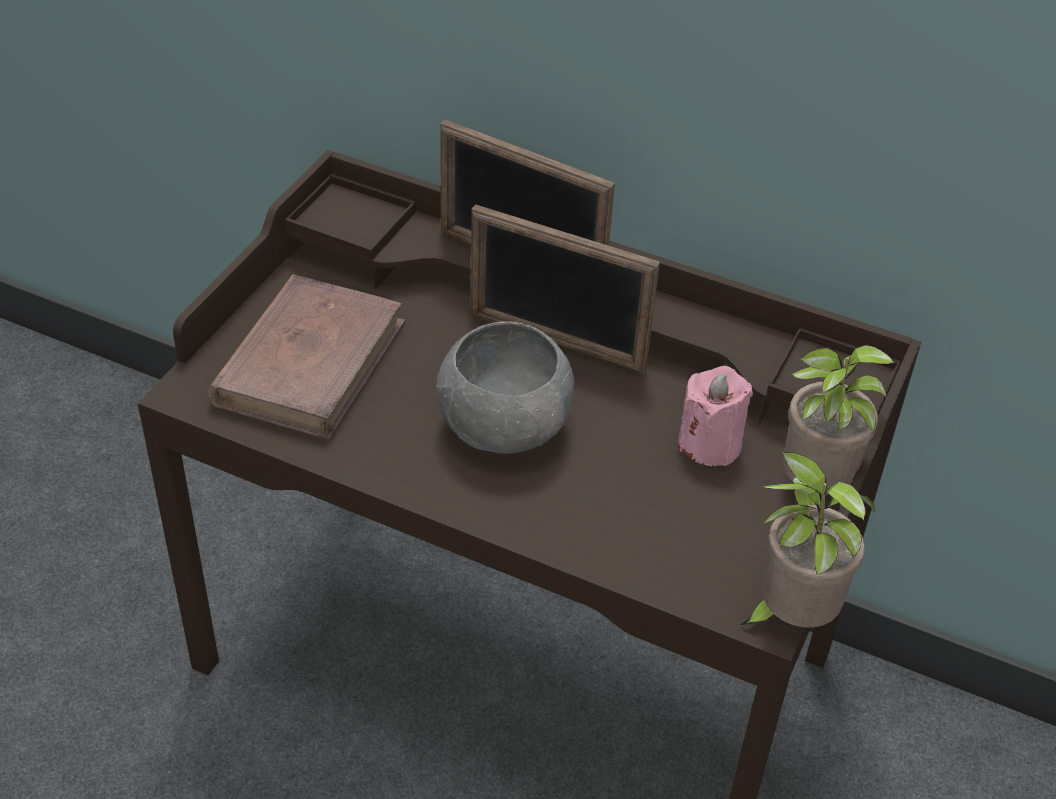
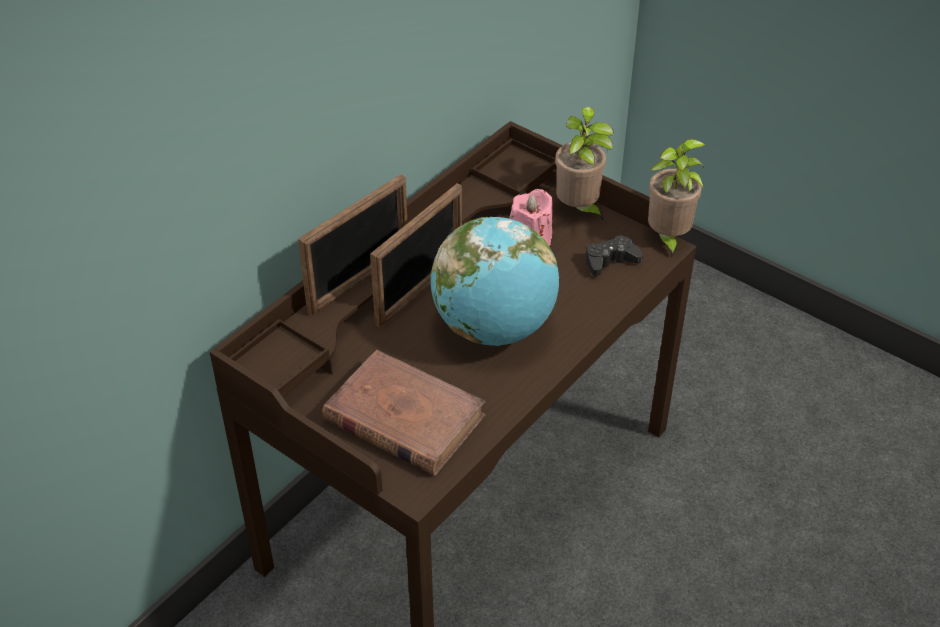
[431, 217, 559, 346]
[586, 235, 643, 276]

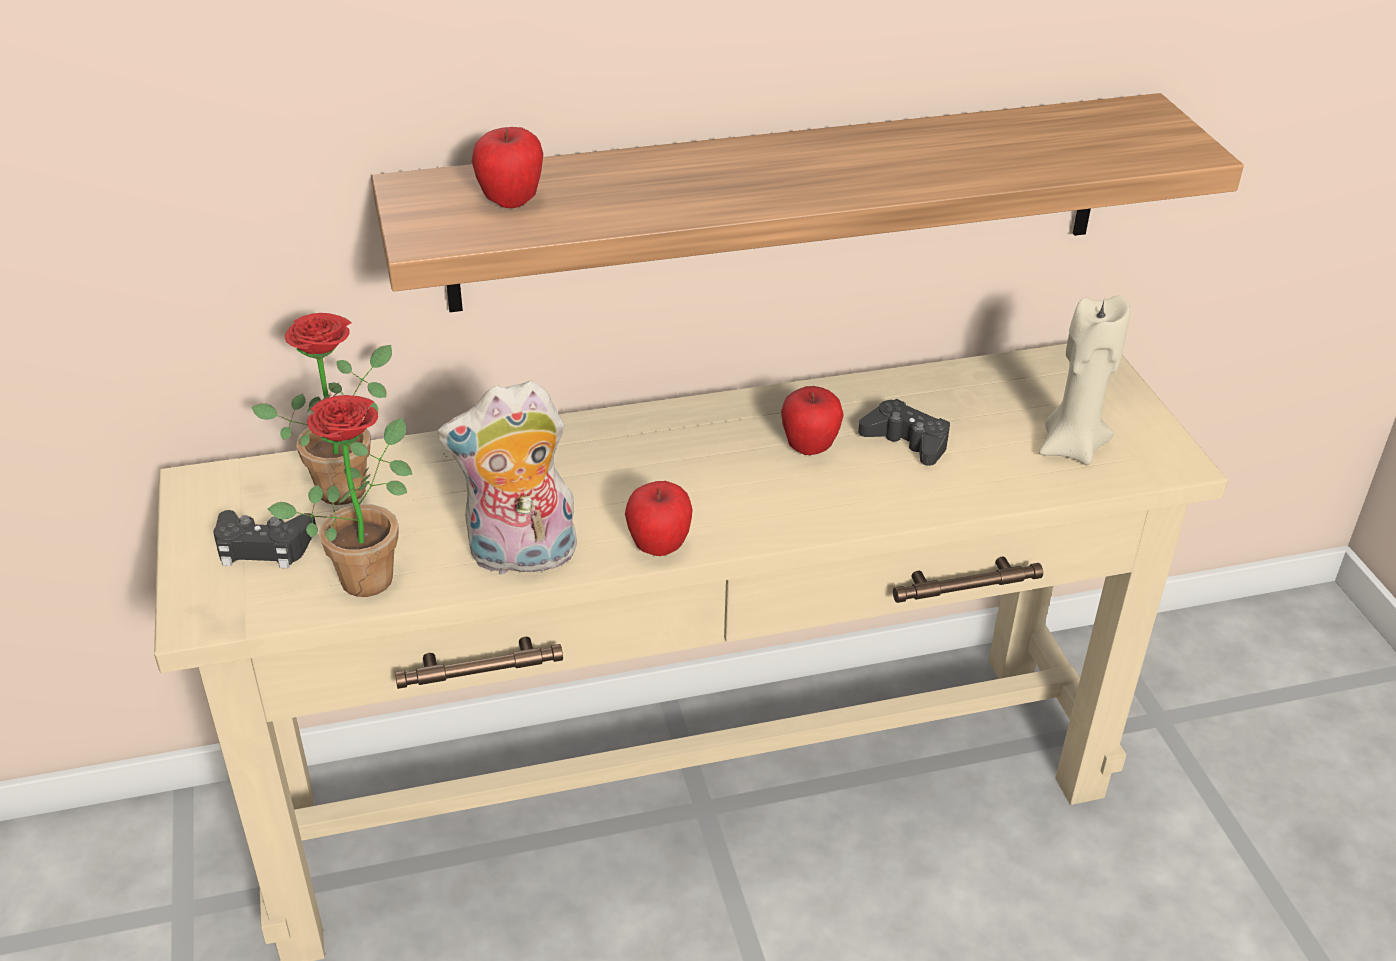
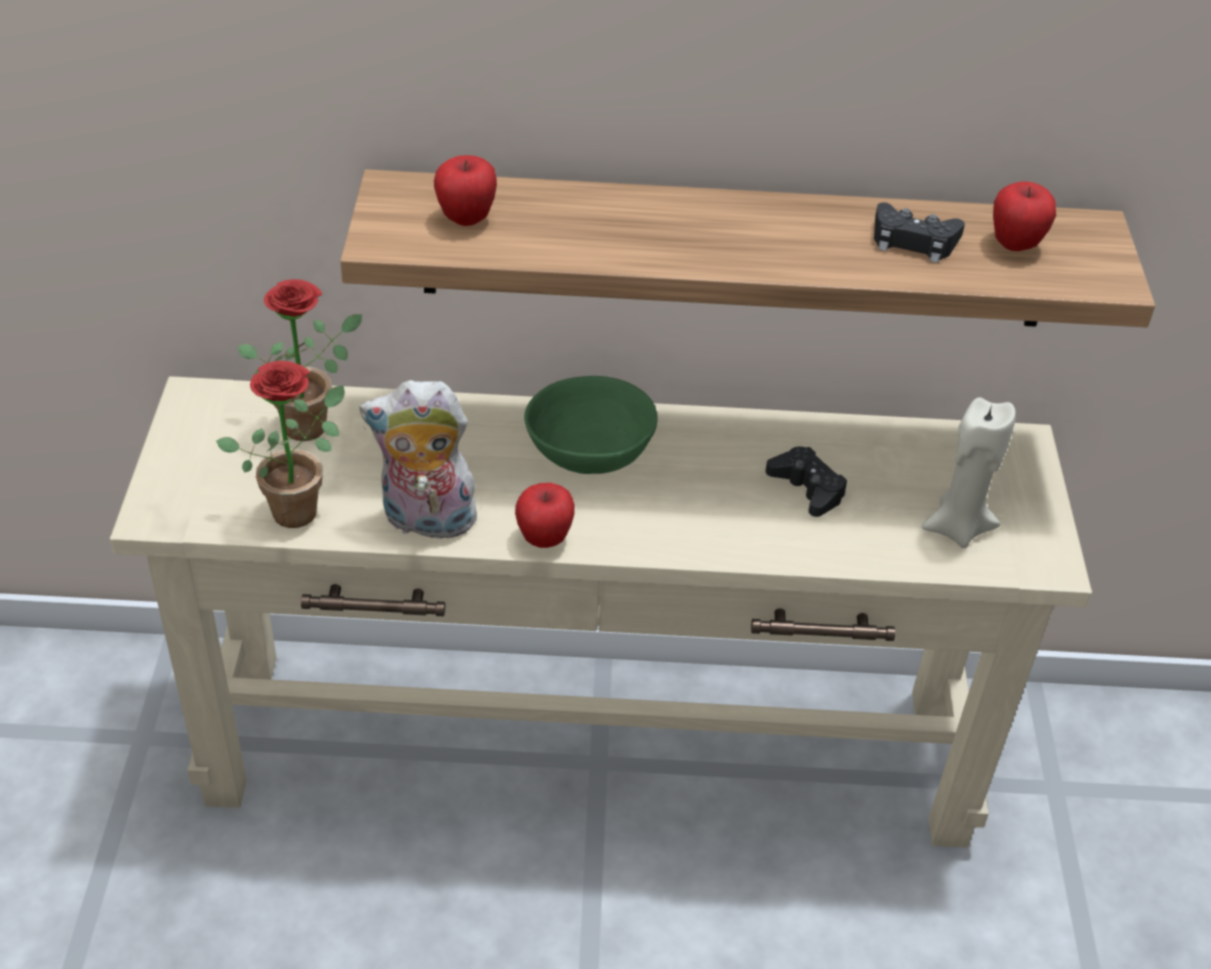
[524, 376, 657, 474]
[874, 203, 965, 263]
[993, 181, 1056, 251]

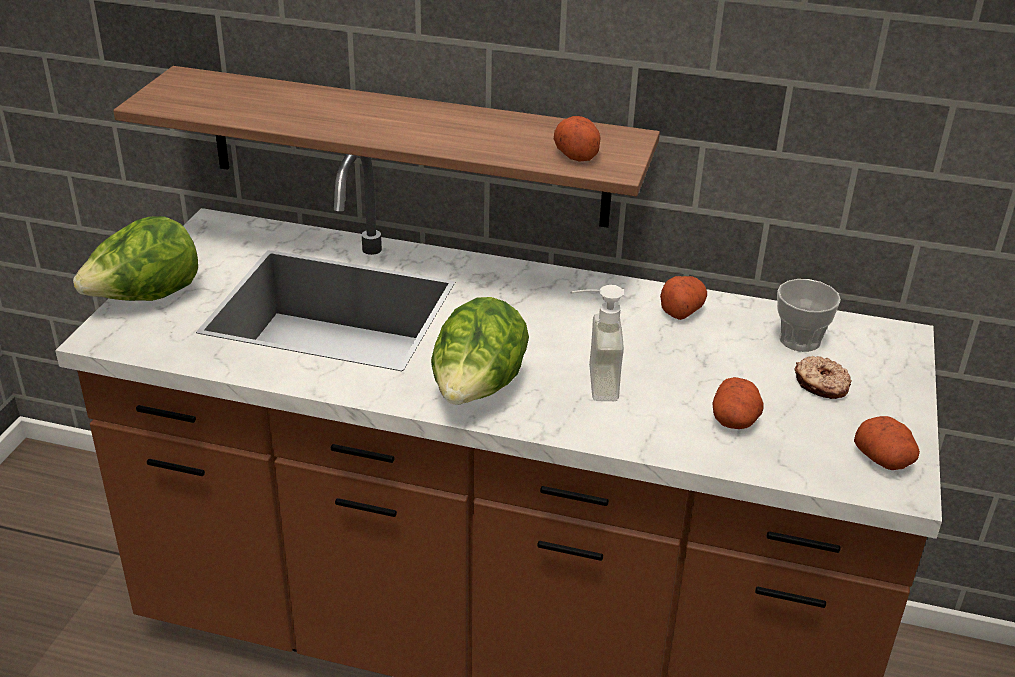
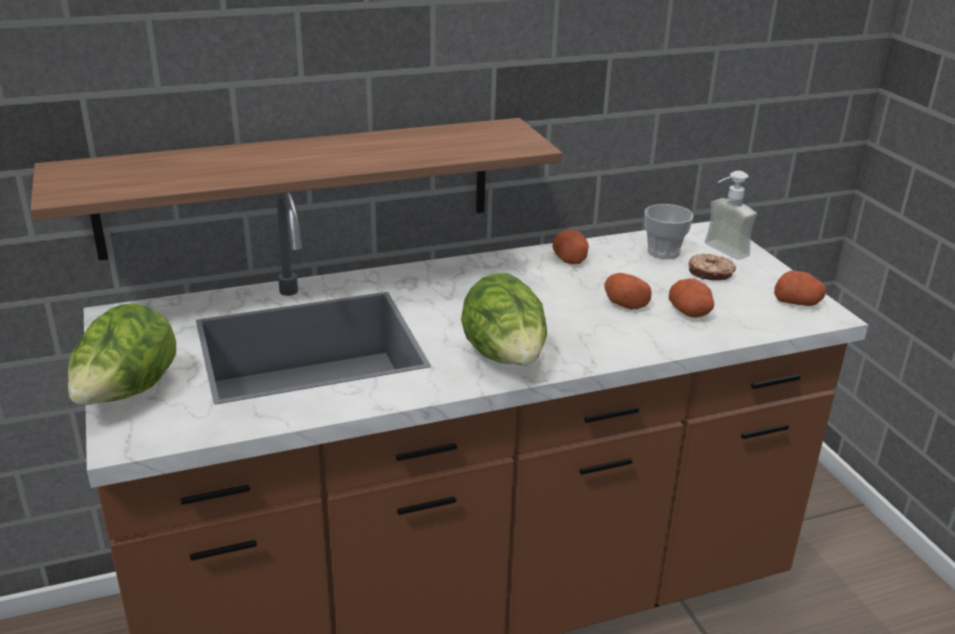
[605, 273, 652, 309]
[705, 171, 757, 260]

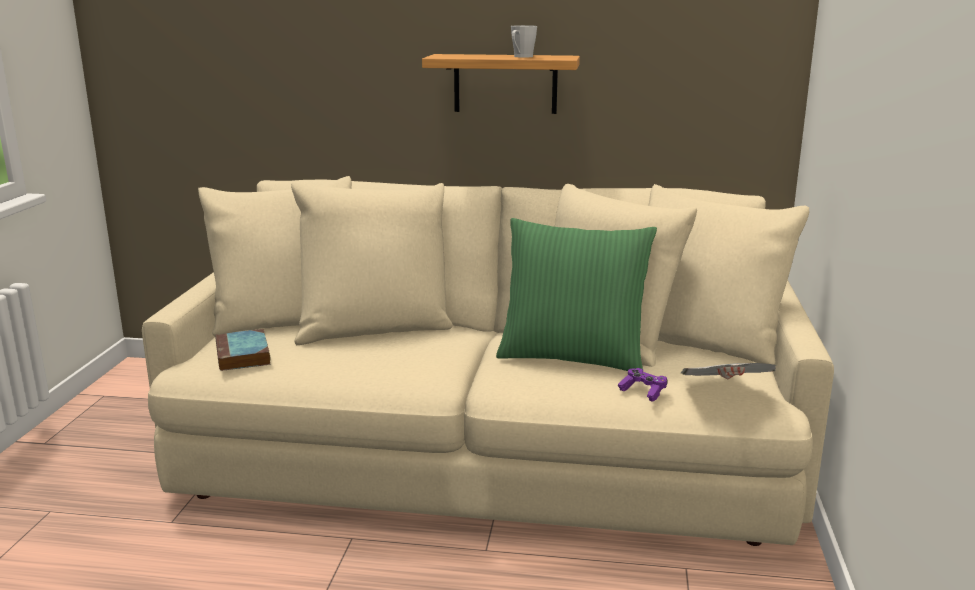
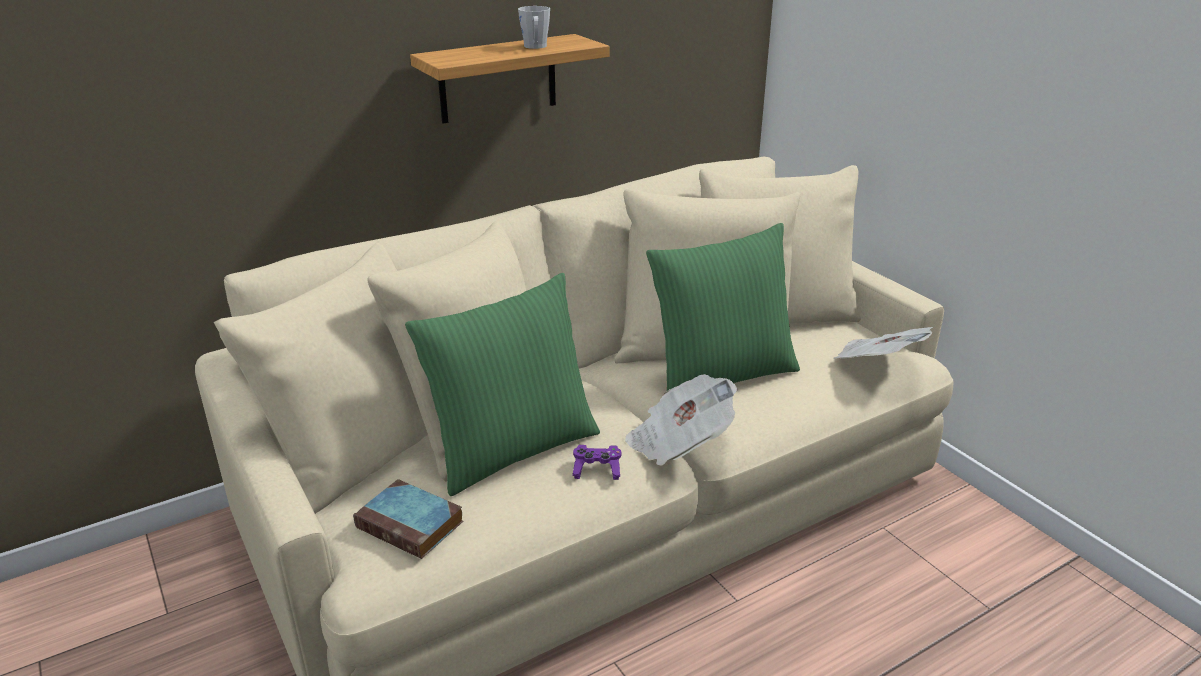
[405, 273, 600, 496]
[572, 445, 622, 480]
[625, 374, 738, 466]

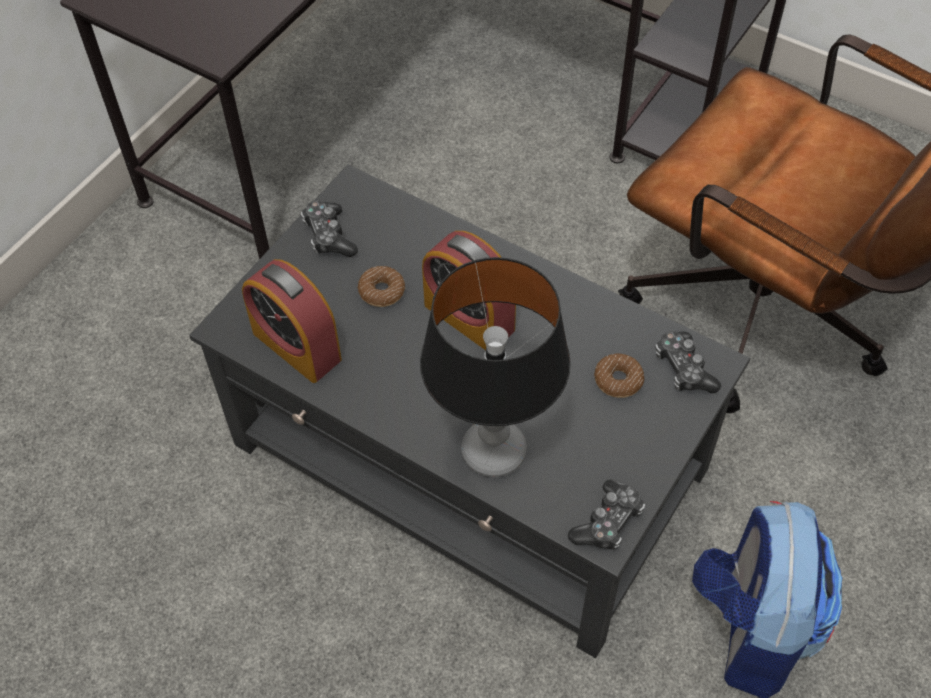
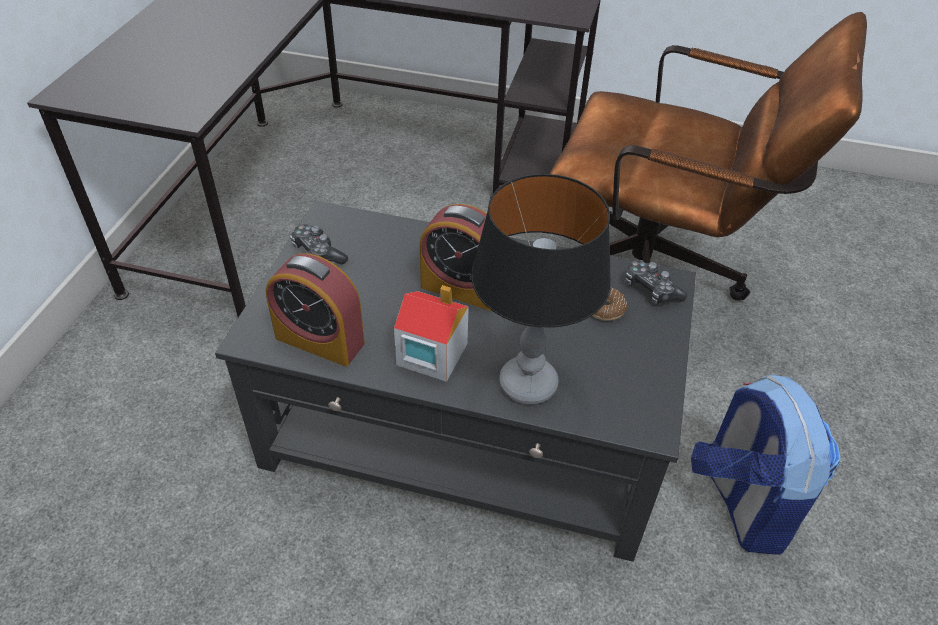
[394, 285, 469, 382]
[358, 266, 405, 307] (first image)
[568, 480, 645, 550] (first image)

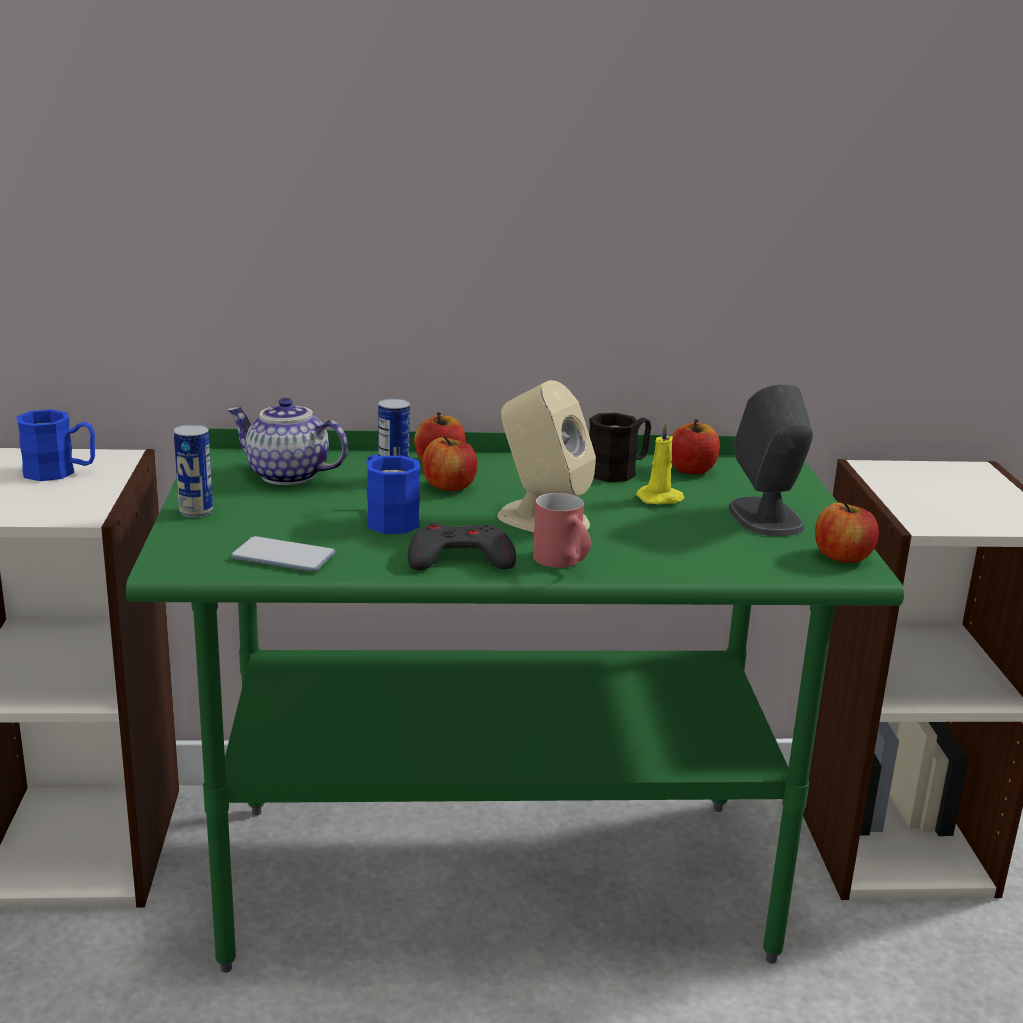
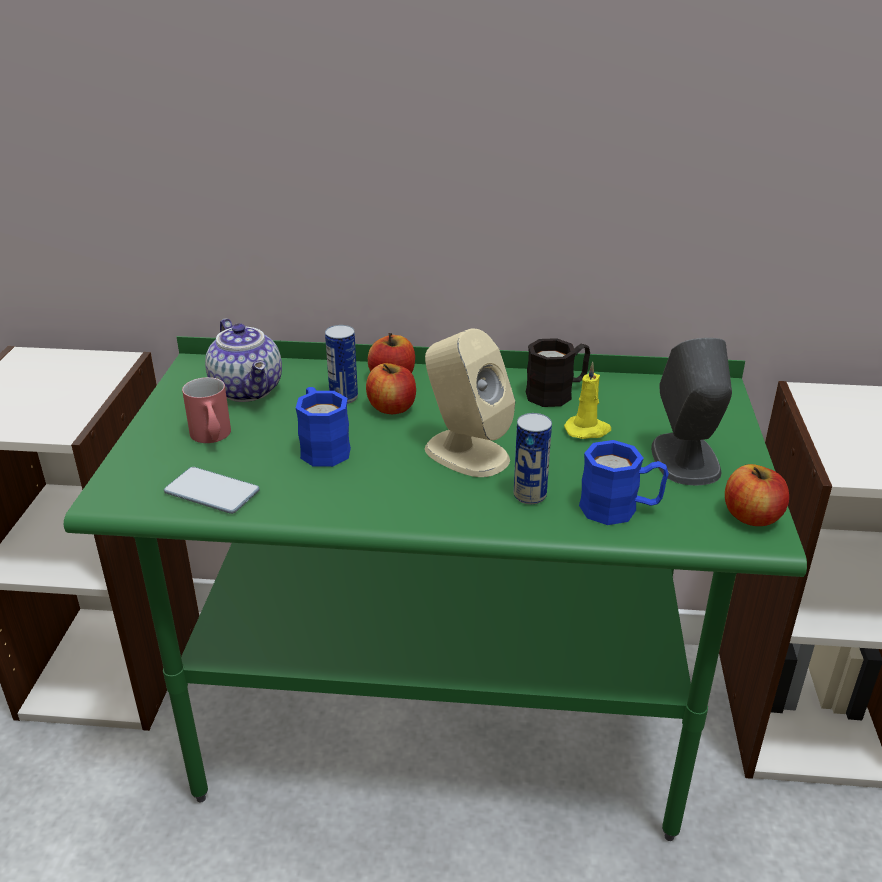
[182, 377, 231, 443]
[205, 318, 282, 402]
[514, 413, 552, 504]
[579, 440, 669, 525]
[408, 522, 516, 570] (first image)
[671, 419, 720, 474] (first image)

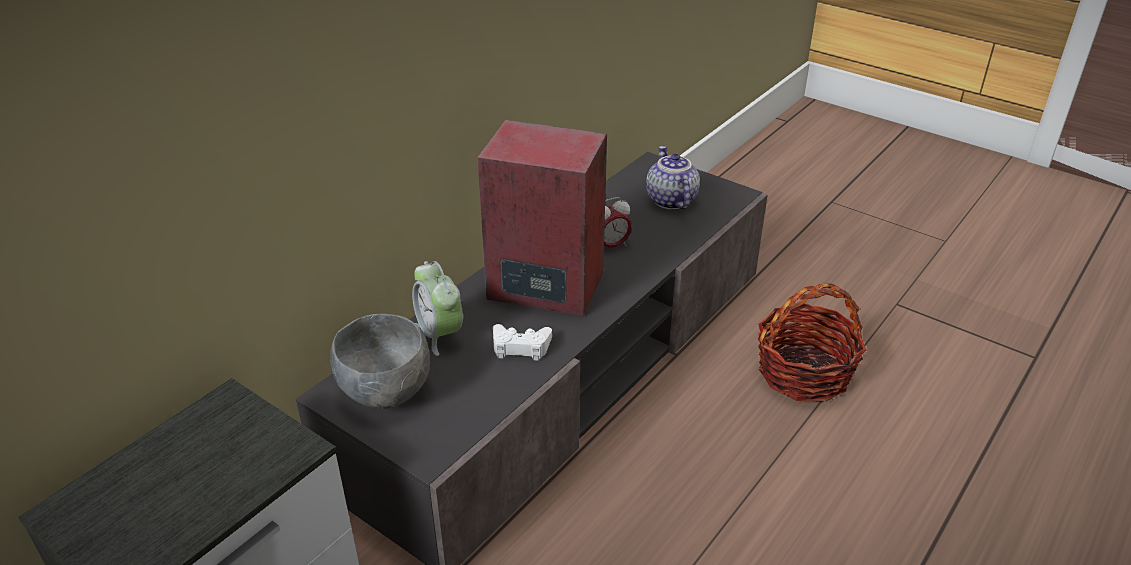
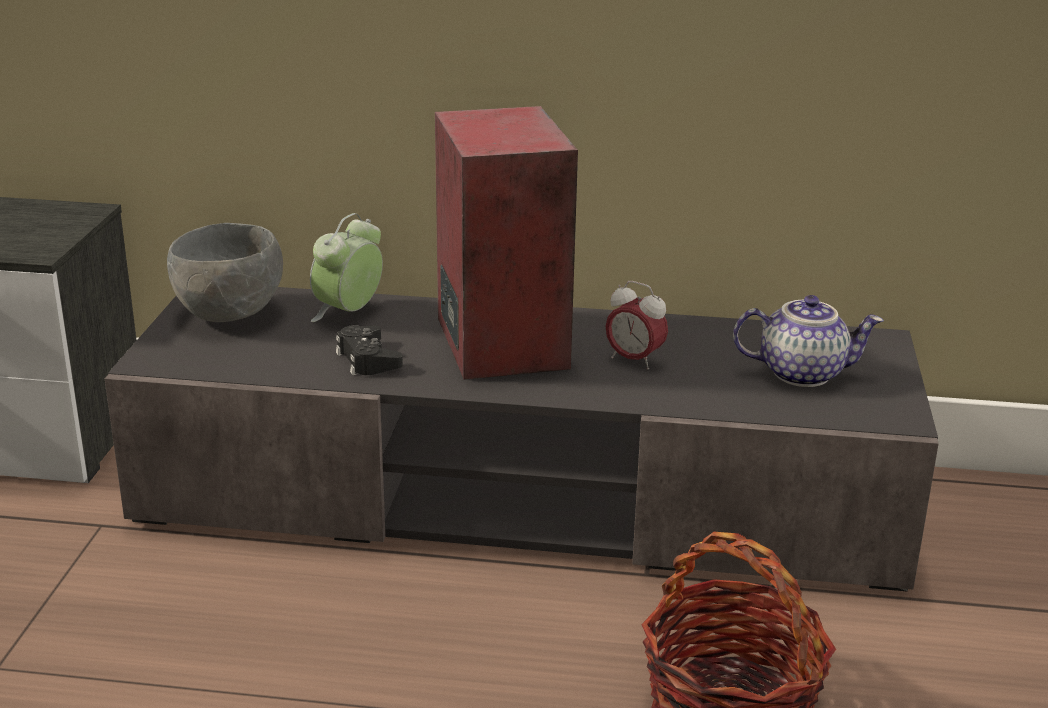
[336, 325, 403, 375]
[733, 295, 884, 387]

